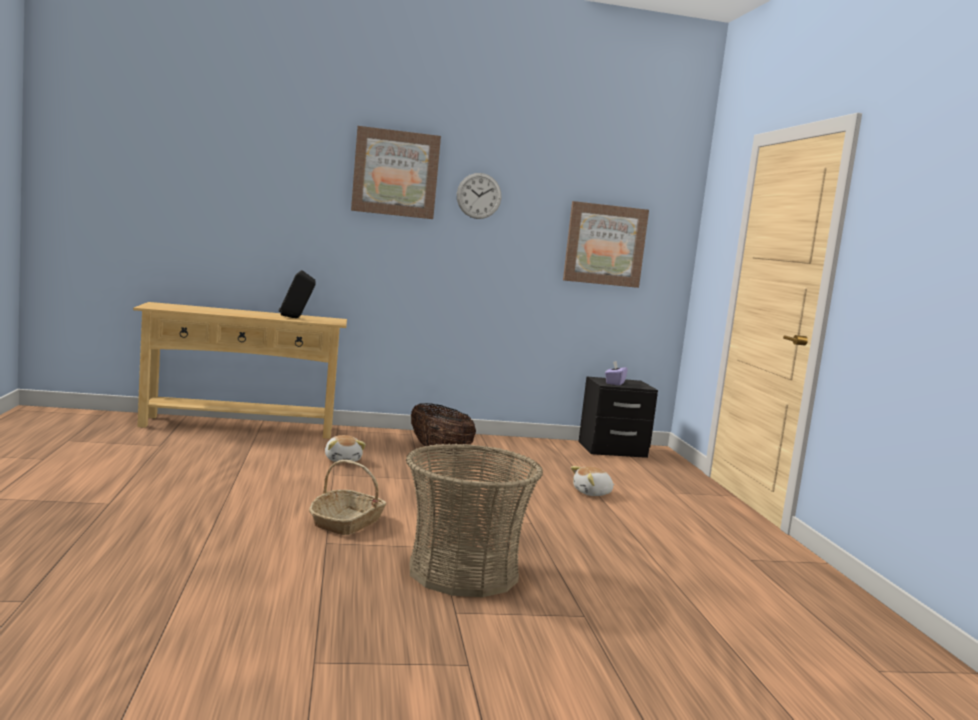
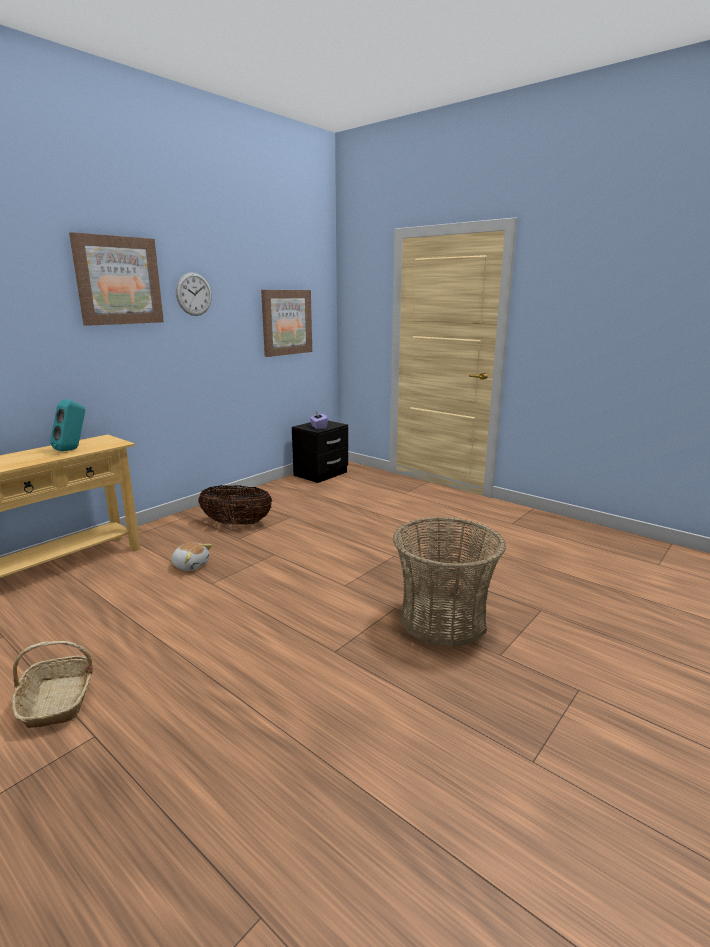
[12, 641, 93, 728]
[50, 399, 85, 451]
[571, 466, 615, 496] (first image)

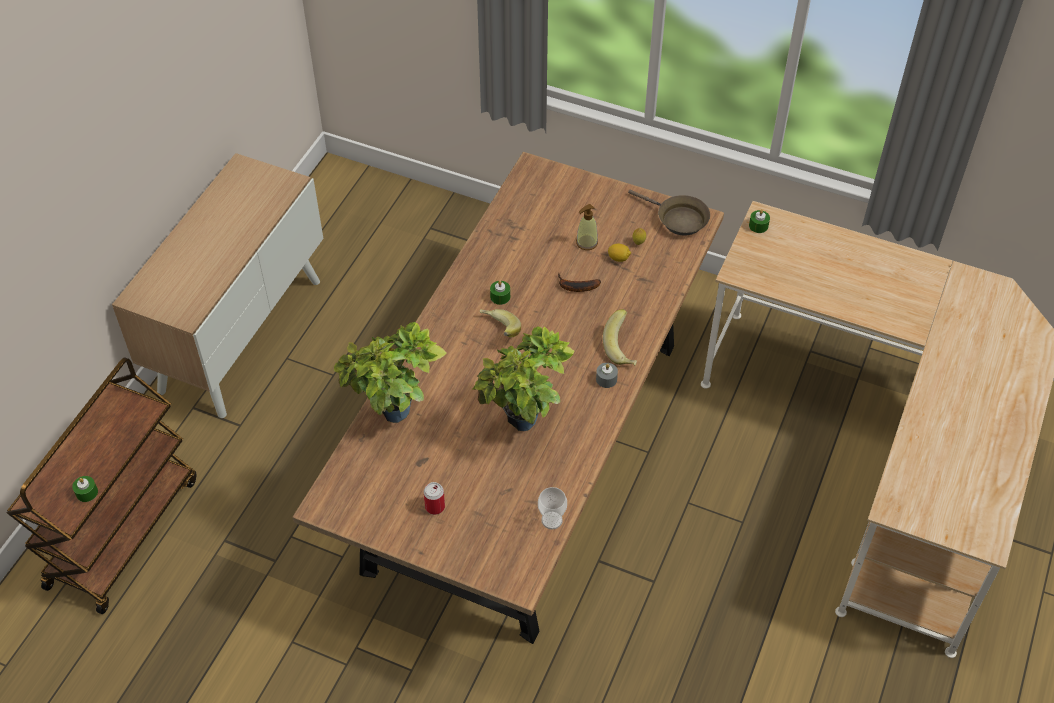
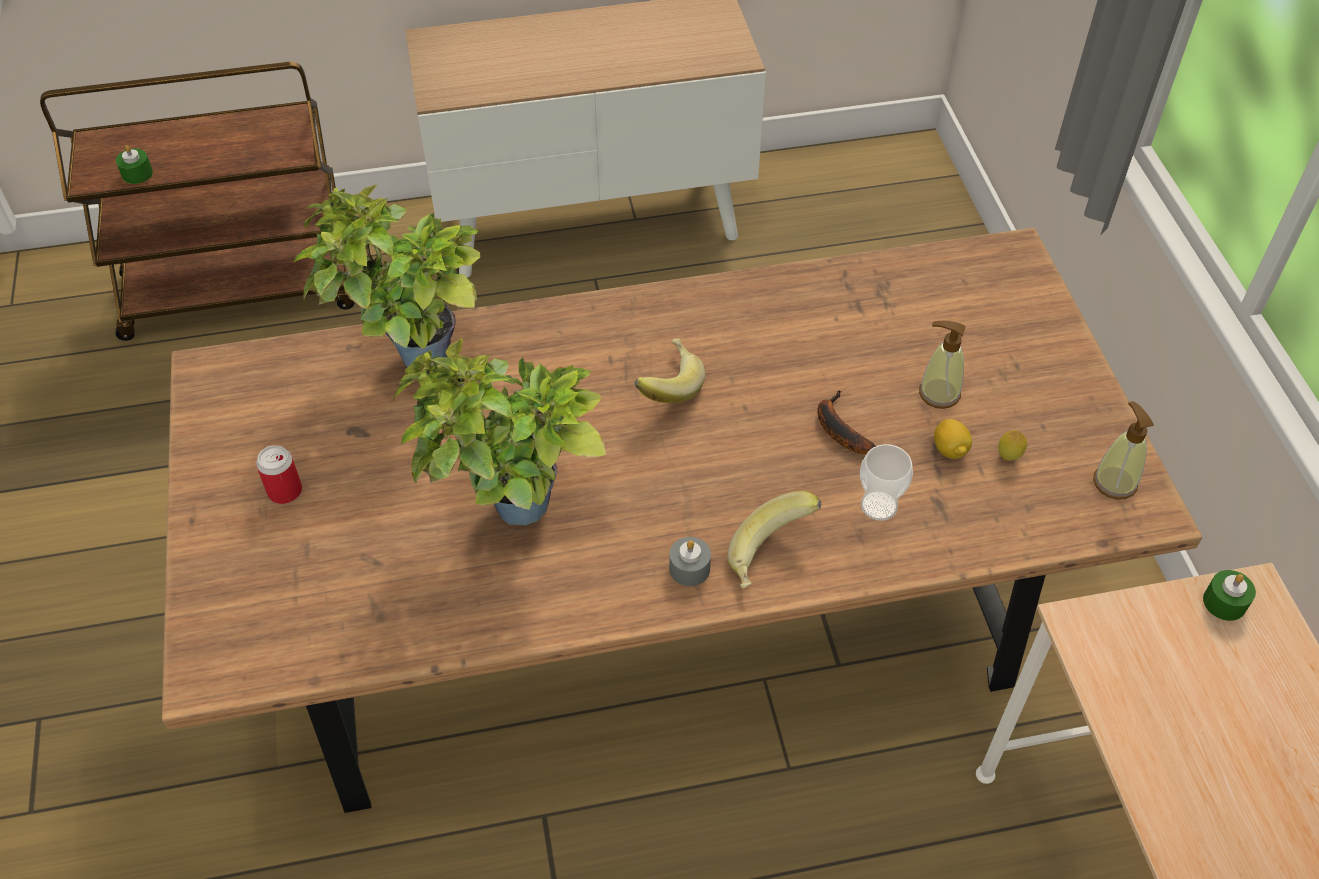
[860, 444, 913, 521]
[1093, 401, 1154, 500]
[490, 281, 510, 305] (first image)

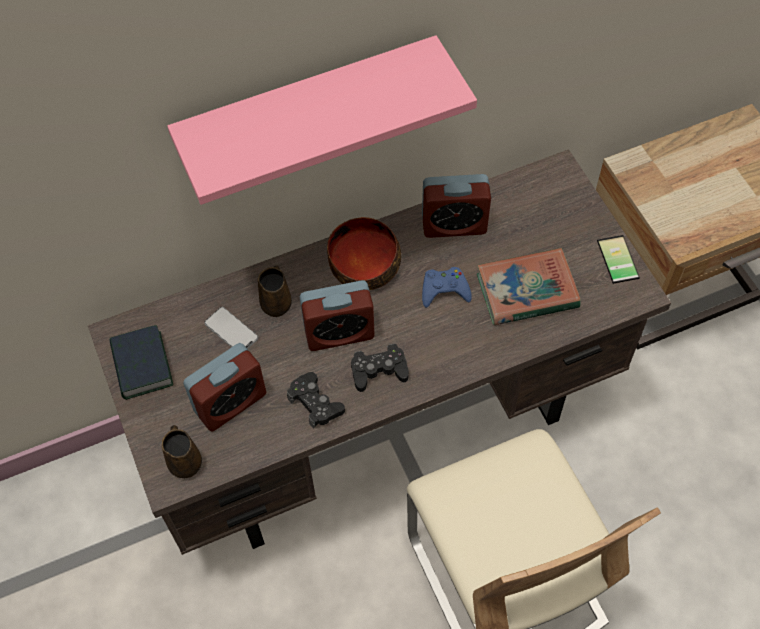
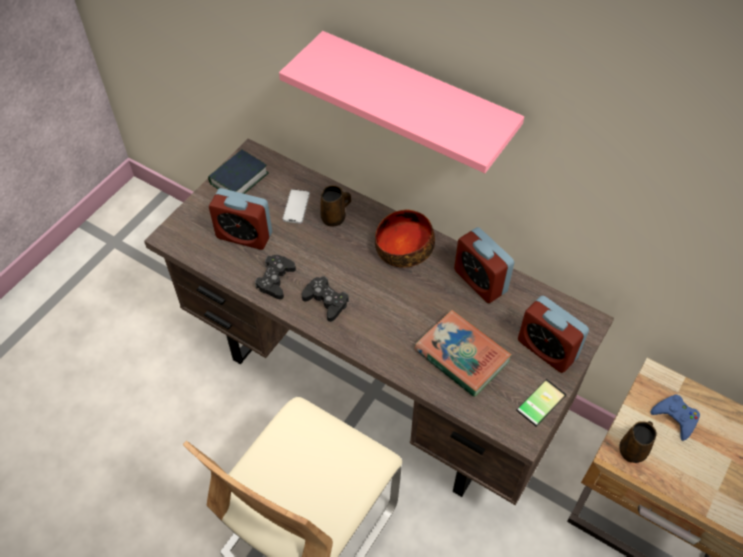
[518, 296, 589, 373]
[619, 421, 656, 463]
[650, 394, 700, 441]

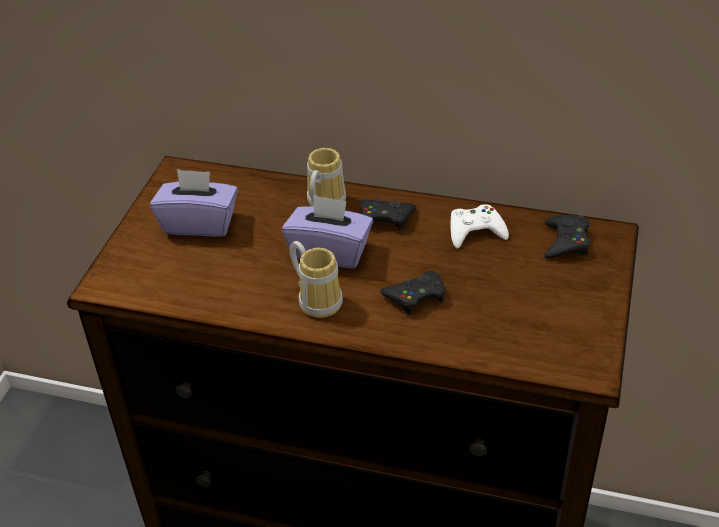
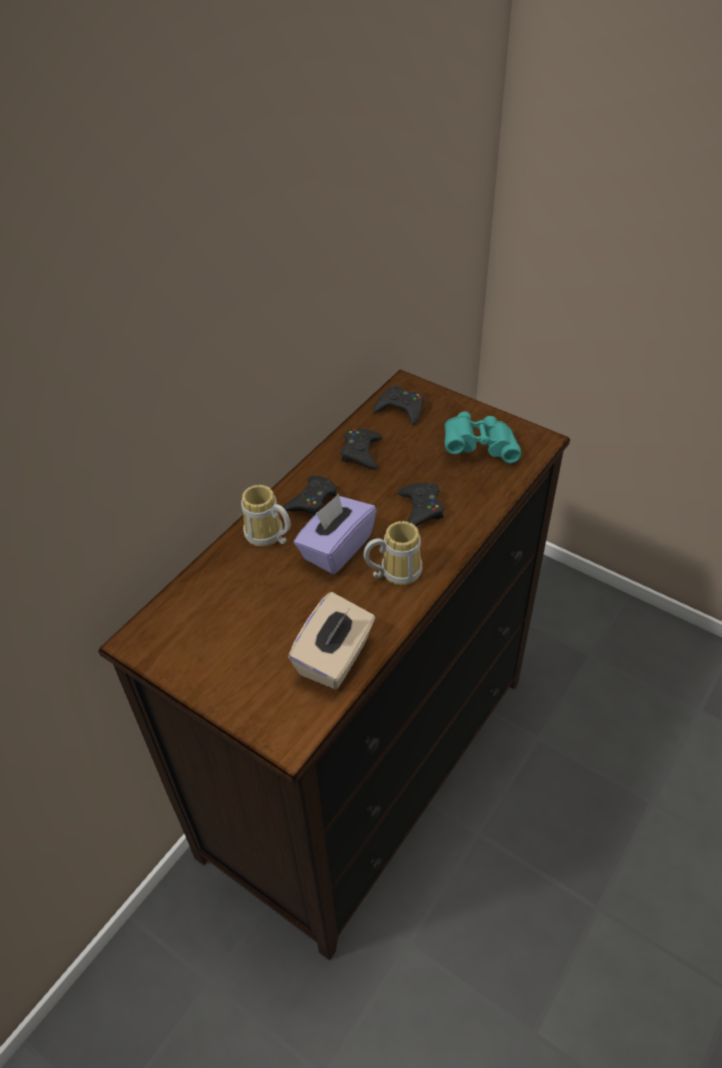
[288, 592, 375, 689]
[341, 429, 383, 470]
[444, 412, 521, 463]
[150, 169, 238, 237] (first image)

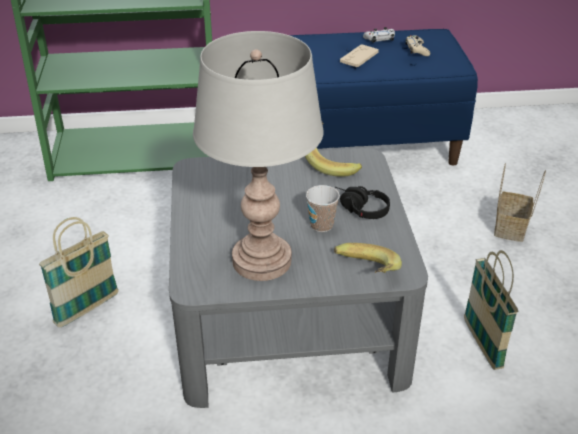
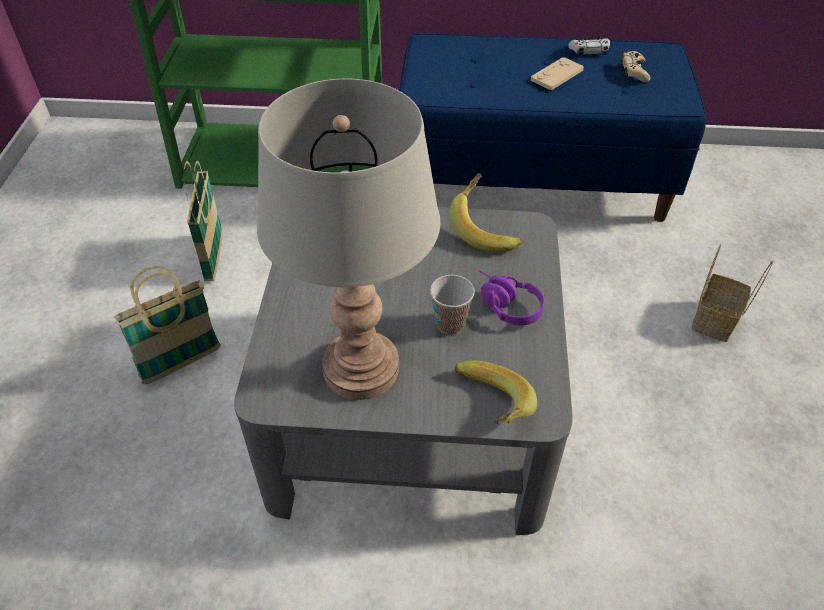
[183, 161, 223, 281]
[479, 270, 544, 325]

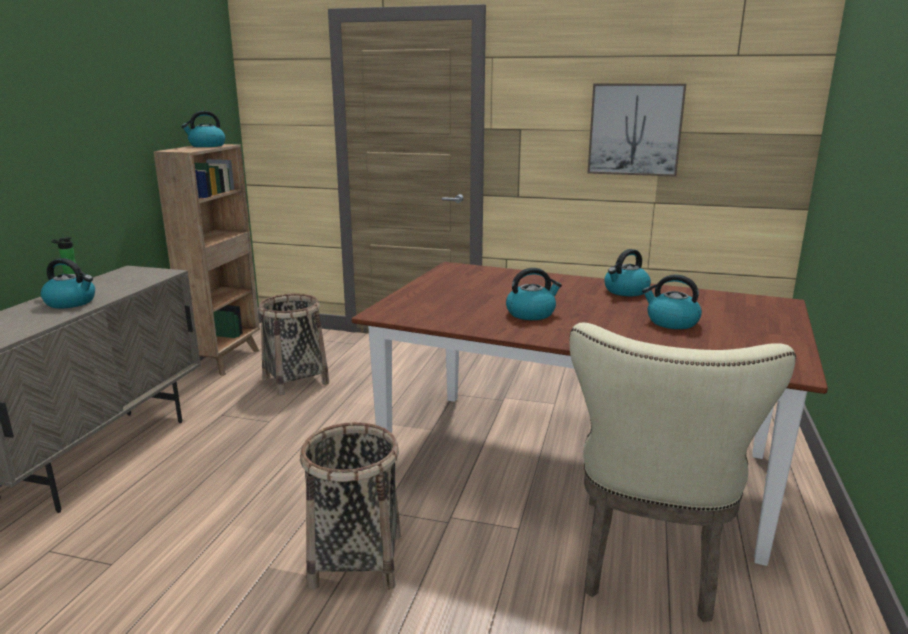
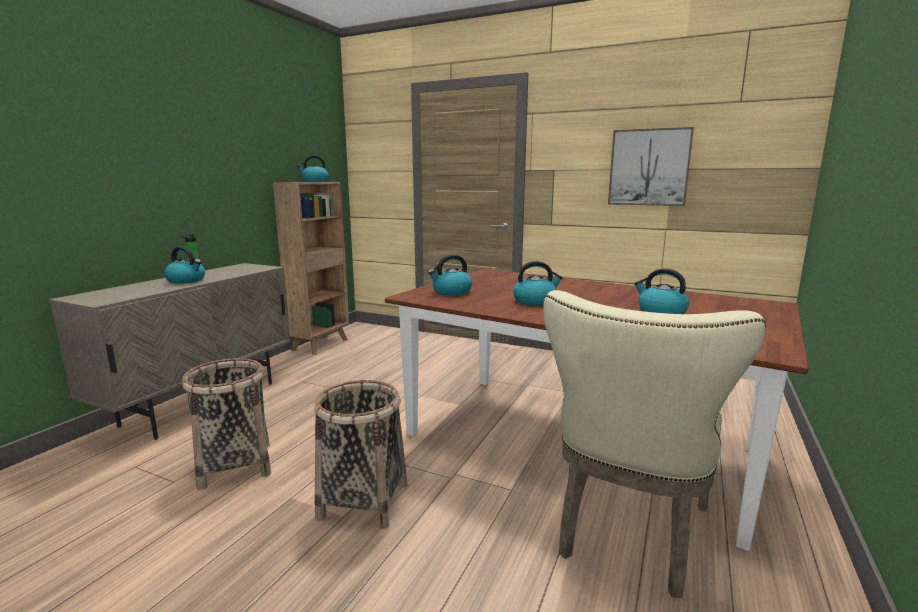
[182, 358, 271, 490]
[428, 254, 472, 296]

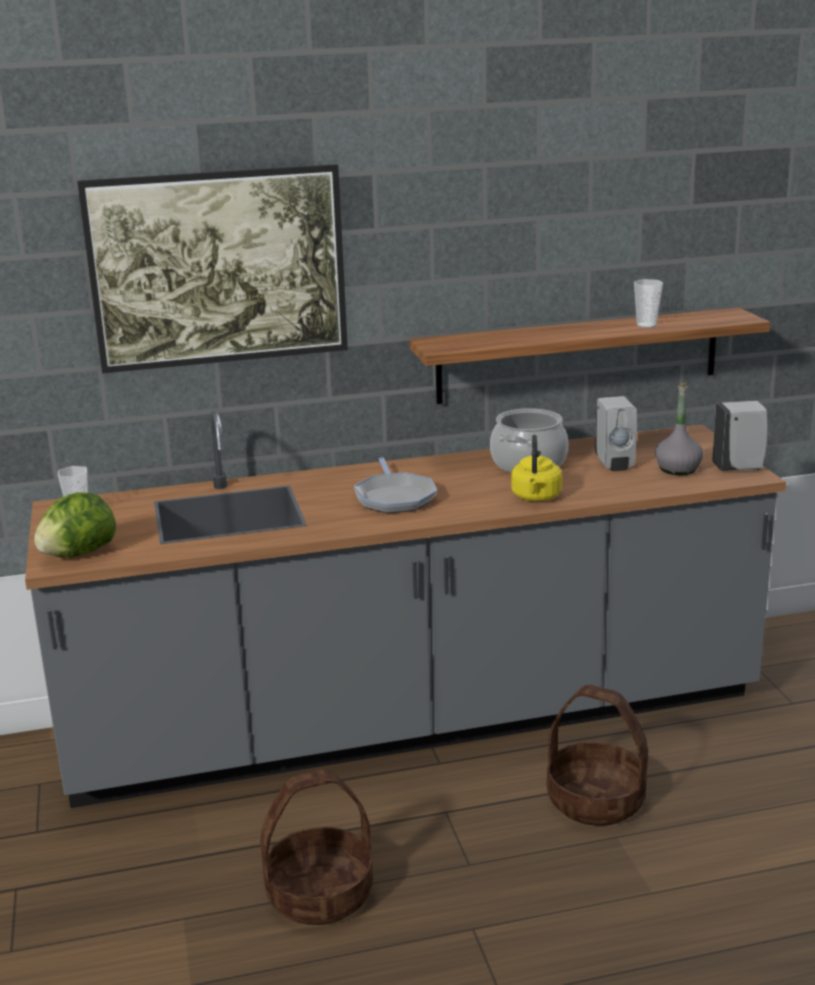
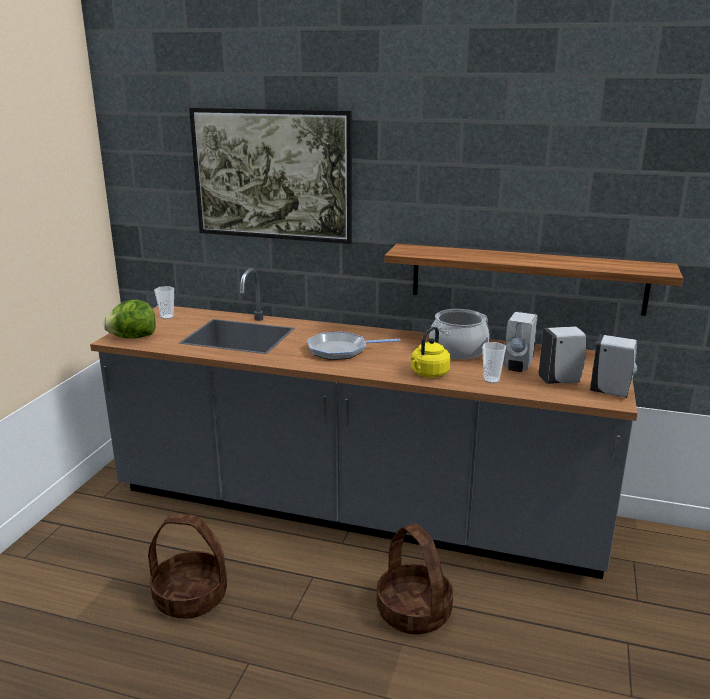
[308, 332, 401, 360]
[482, 342, 506, 383]
[539, 326, 586, 384]

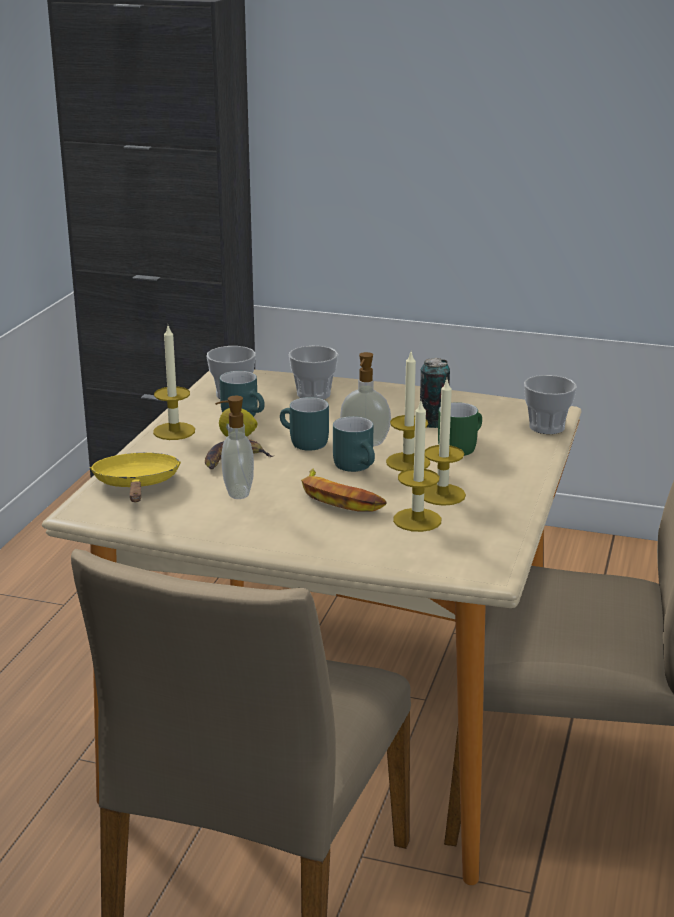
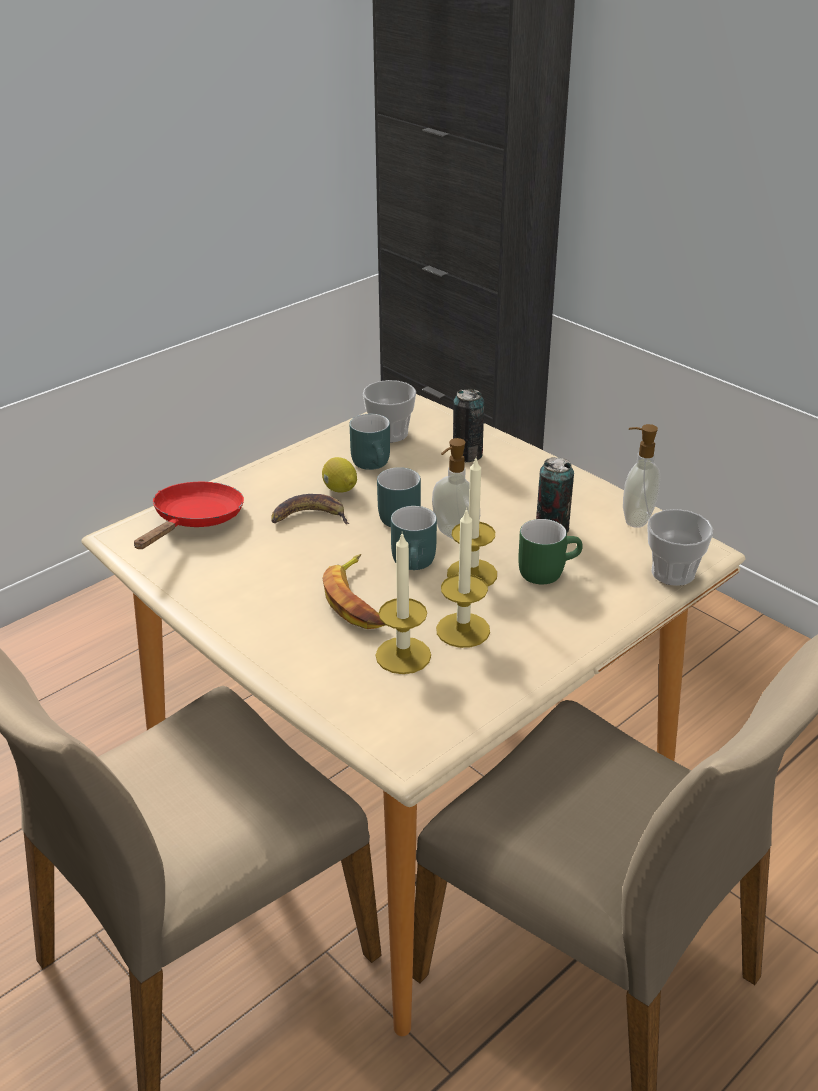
[134, 482, 244, 549]
[453, 388, 484, 462]
[623, 424, 660, 528]
[153, 326, 195, 440] (first image)

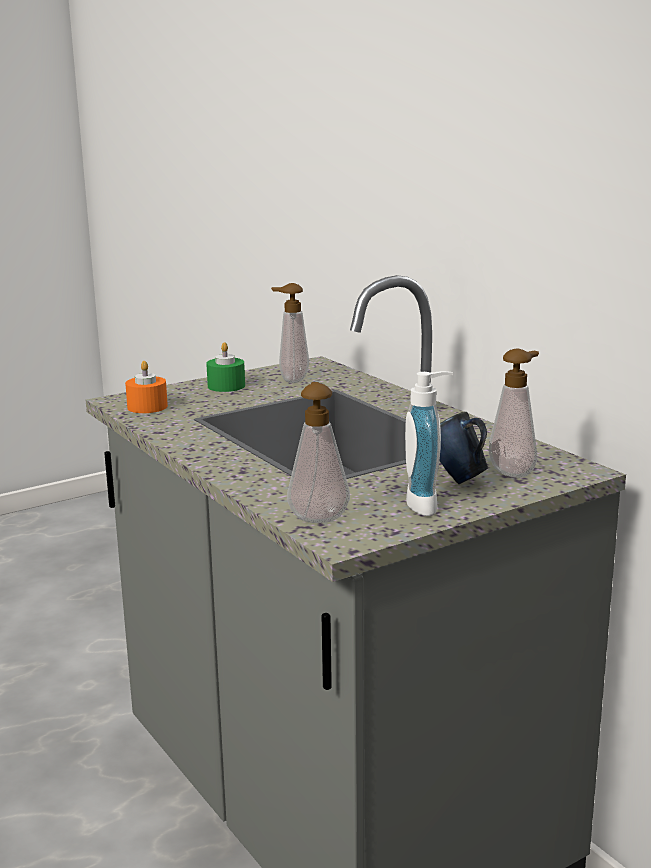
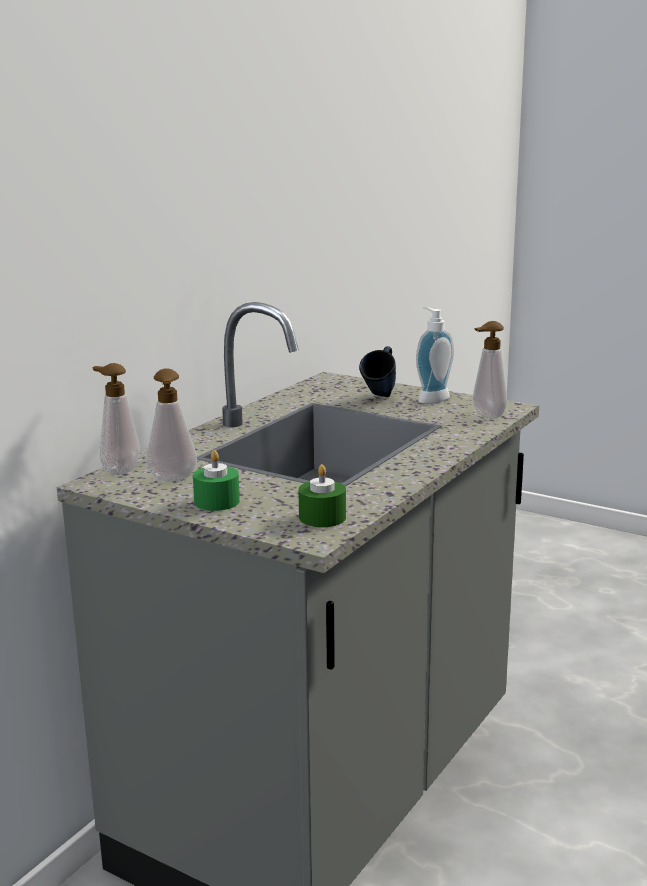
[93, 363, 140, 475]
[298, 464, 346, 527]

